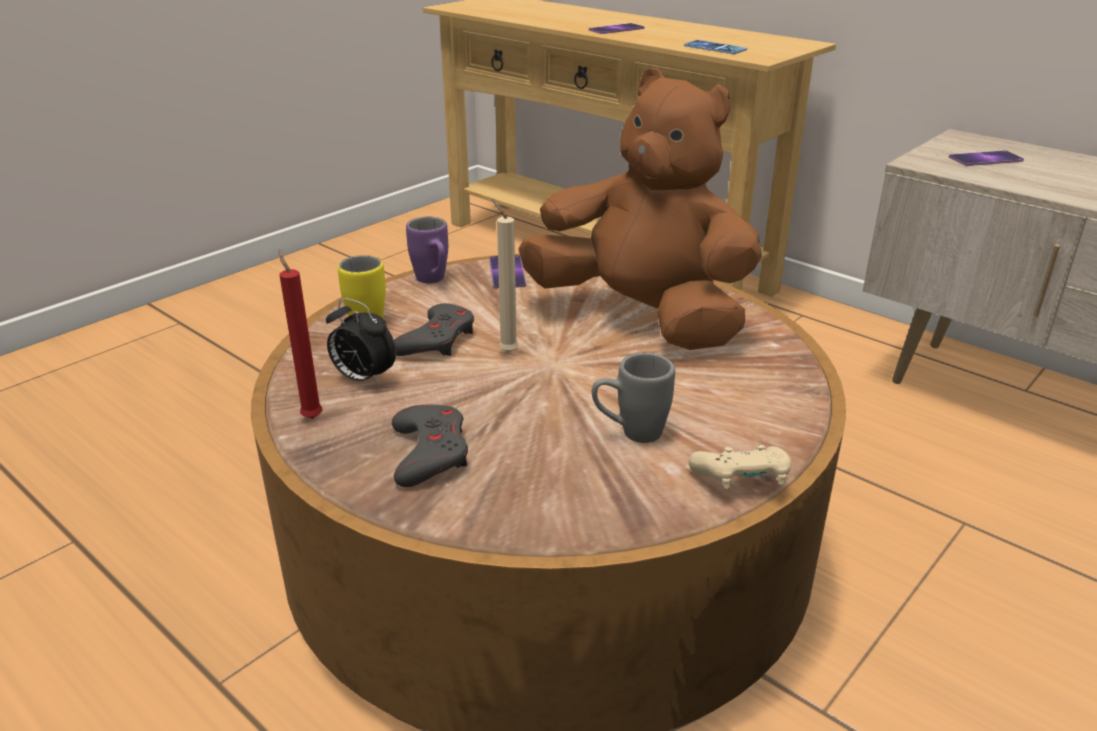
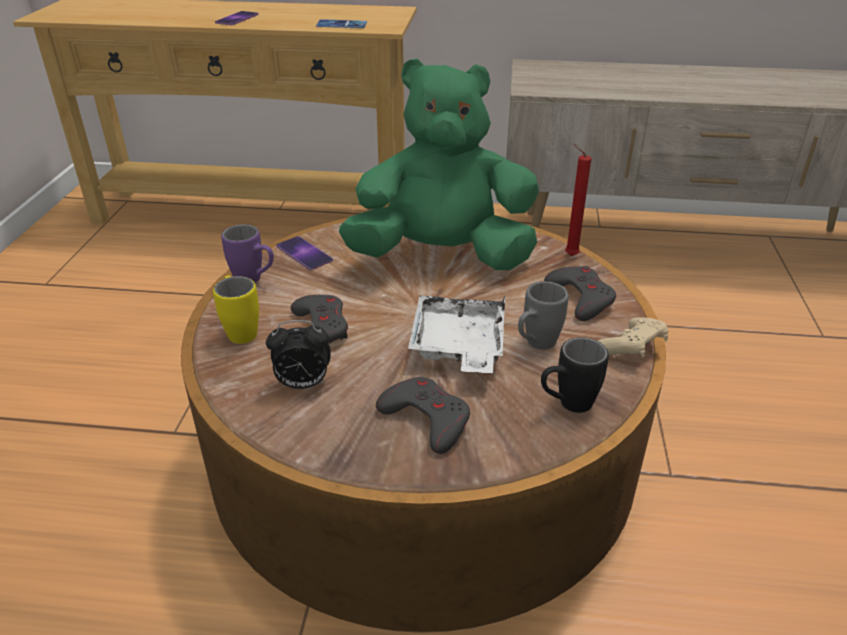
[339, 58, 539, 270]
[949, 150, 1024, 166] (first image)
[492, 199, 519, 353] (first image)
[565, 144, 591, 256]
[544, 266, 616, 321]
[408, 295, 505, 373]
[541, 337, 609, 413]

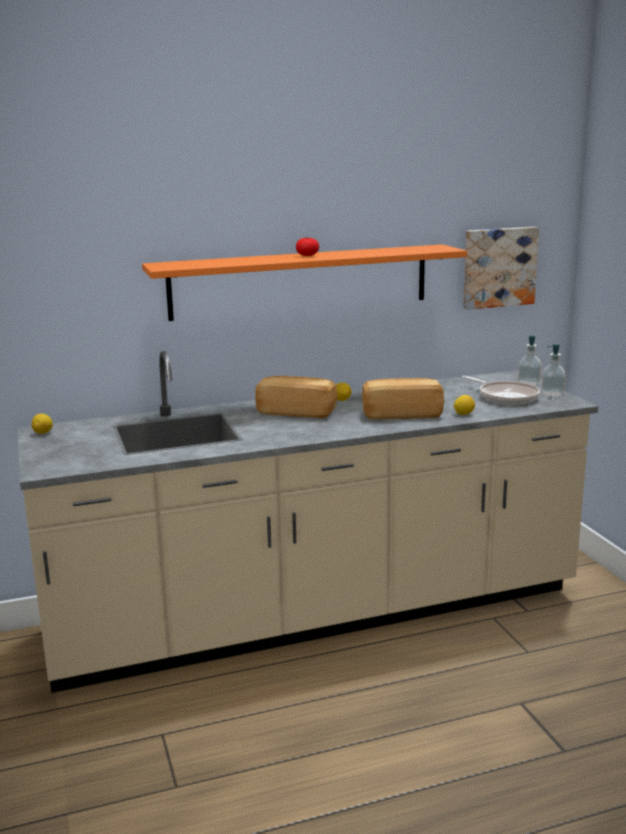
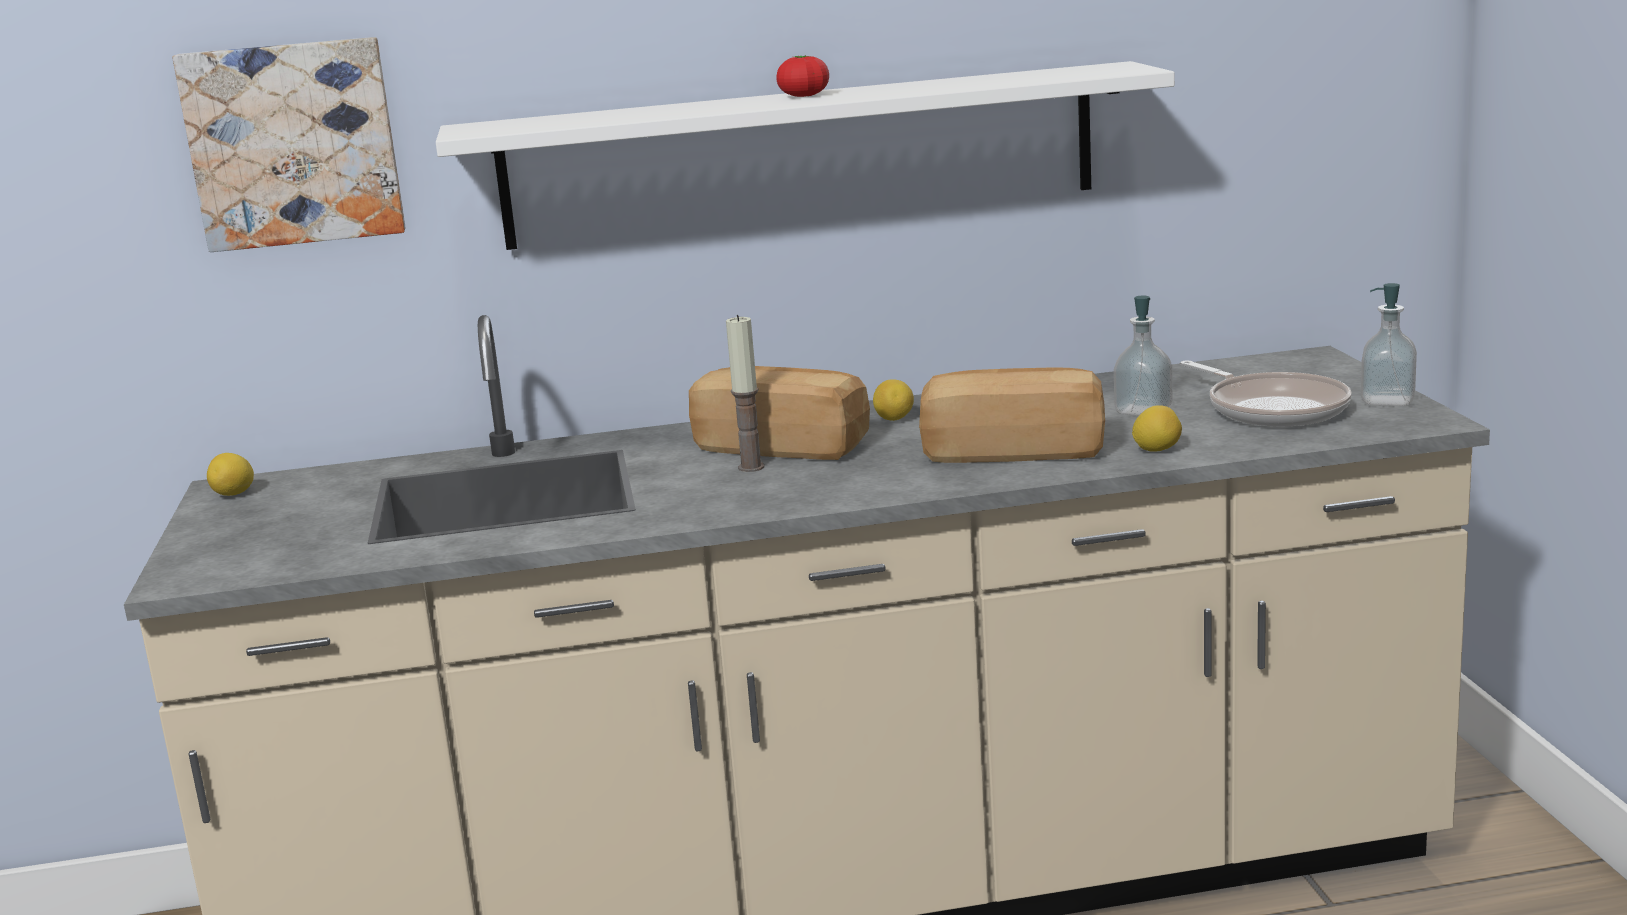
[173, 37, 405, 252]
[436, 61, 1175, 250]
[1114, 296, 1172, 416]
[726, 315, 765, 472]

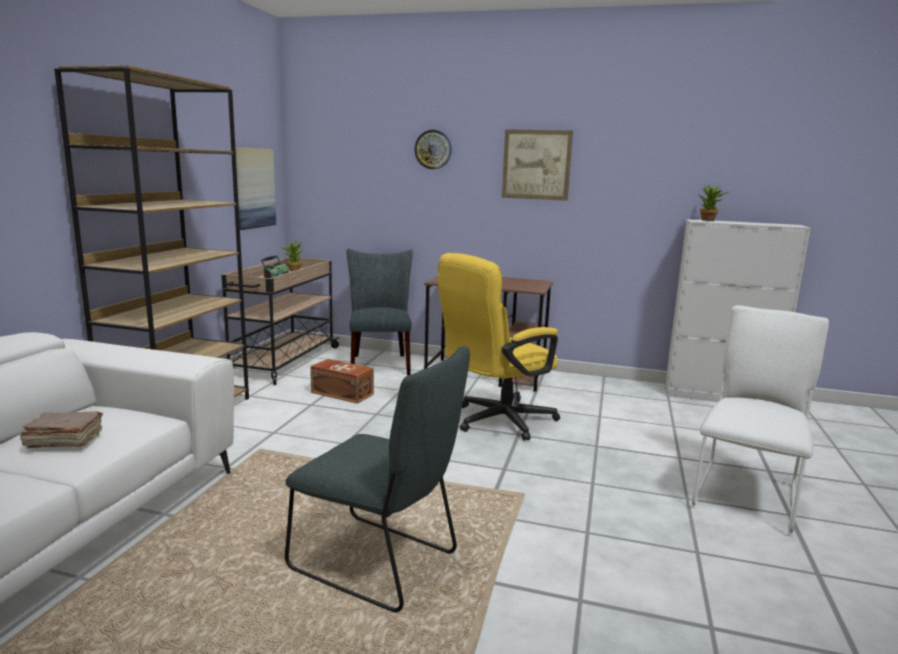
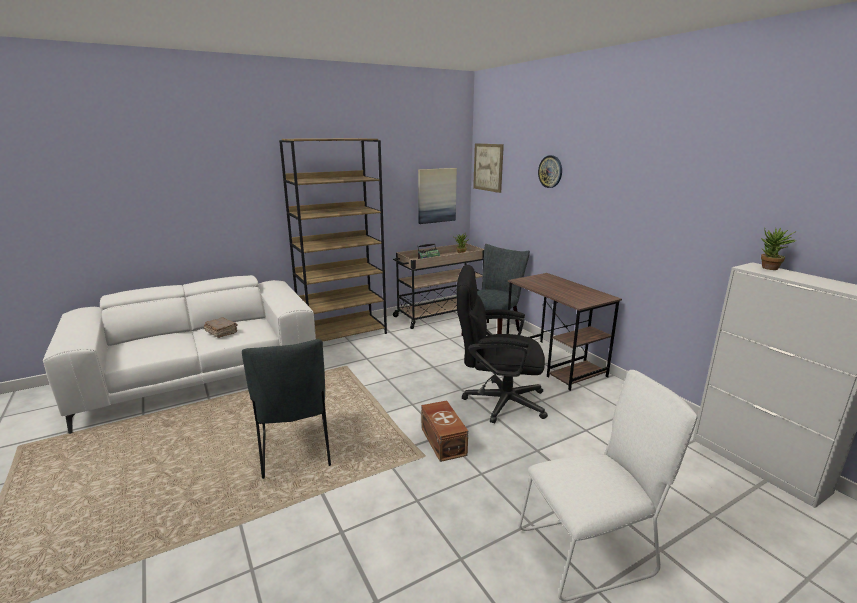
[473, 143, 504, 193]
[457, 265, 548, 423]
[421, 400, 468, 462]

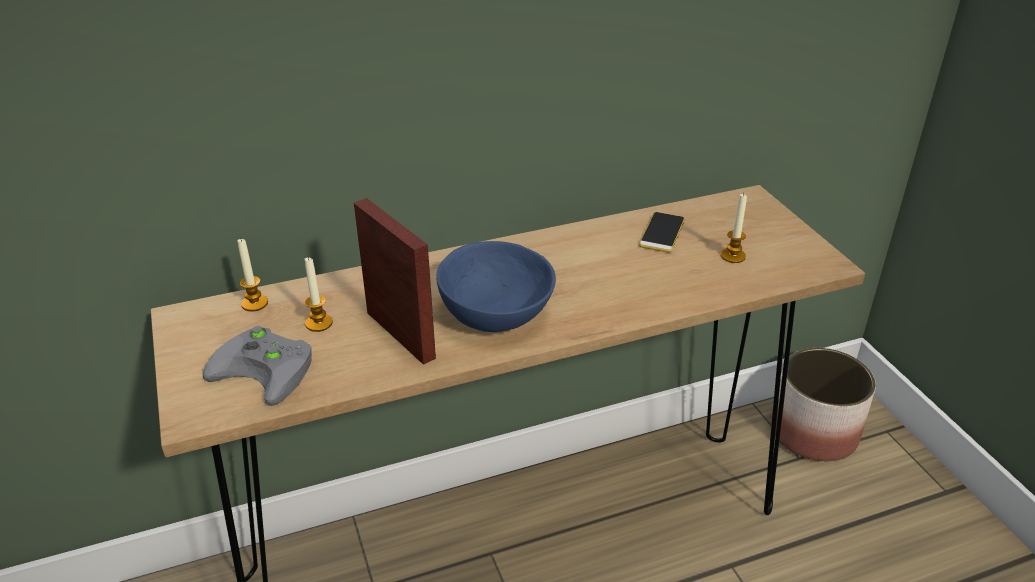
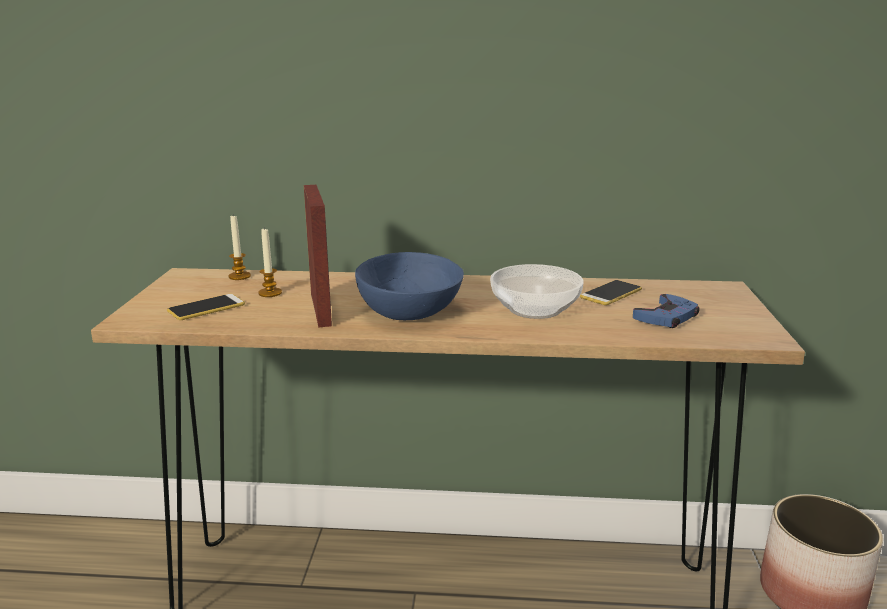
[633, 294, 700, 328]
[167, 294, 245, 320]
[490, 264, 584, 319]

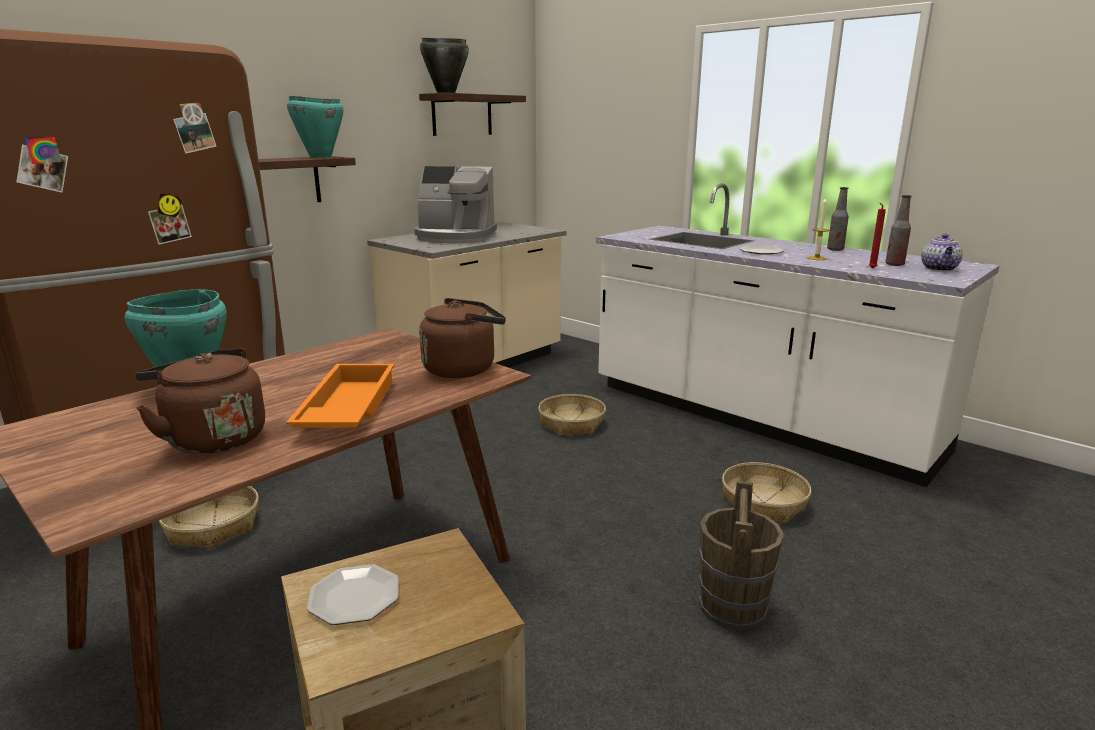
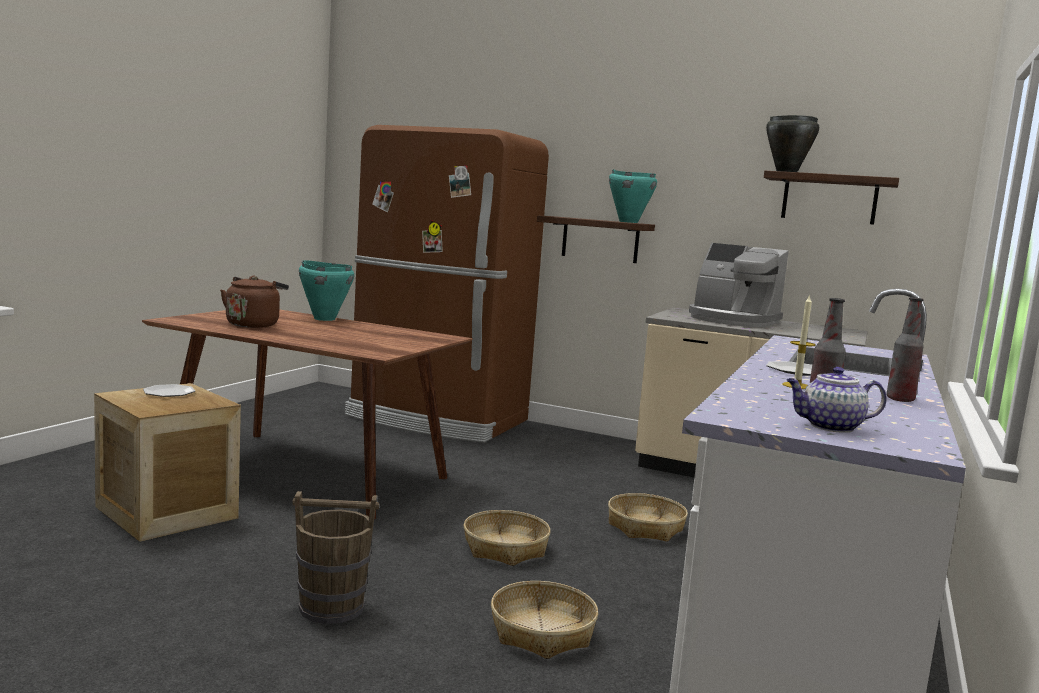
[689, 243, 789, 327]
[869, 203, 886, 269] (first image)
[419, 298, 506, 378] (first image)
[286, 364, 395, 428] (first image)
[464, 510, 551, 566]

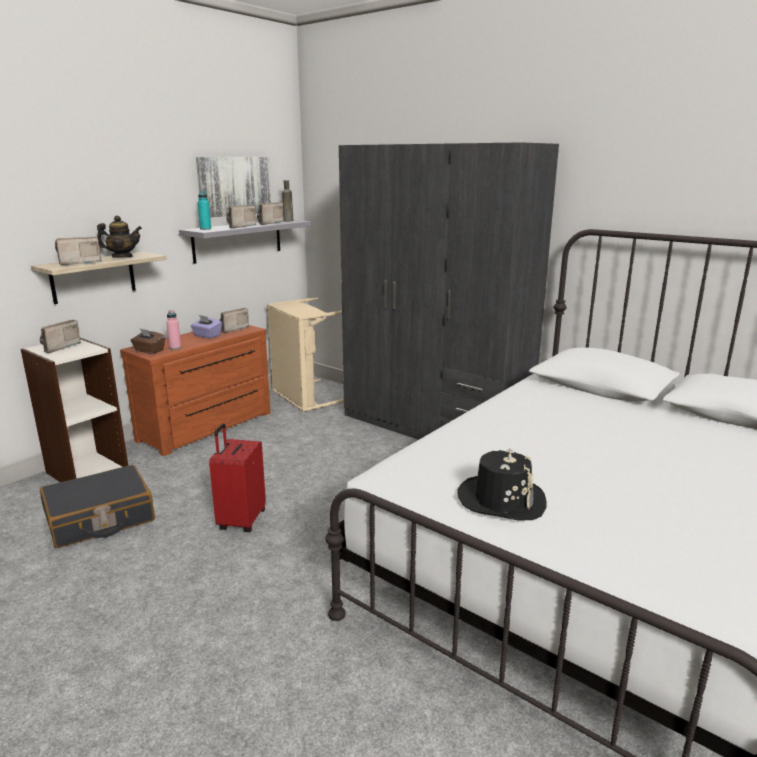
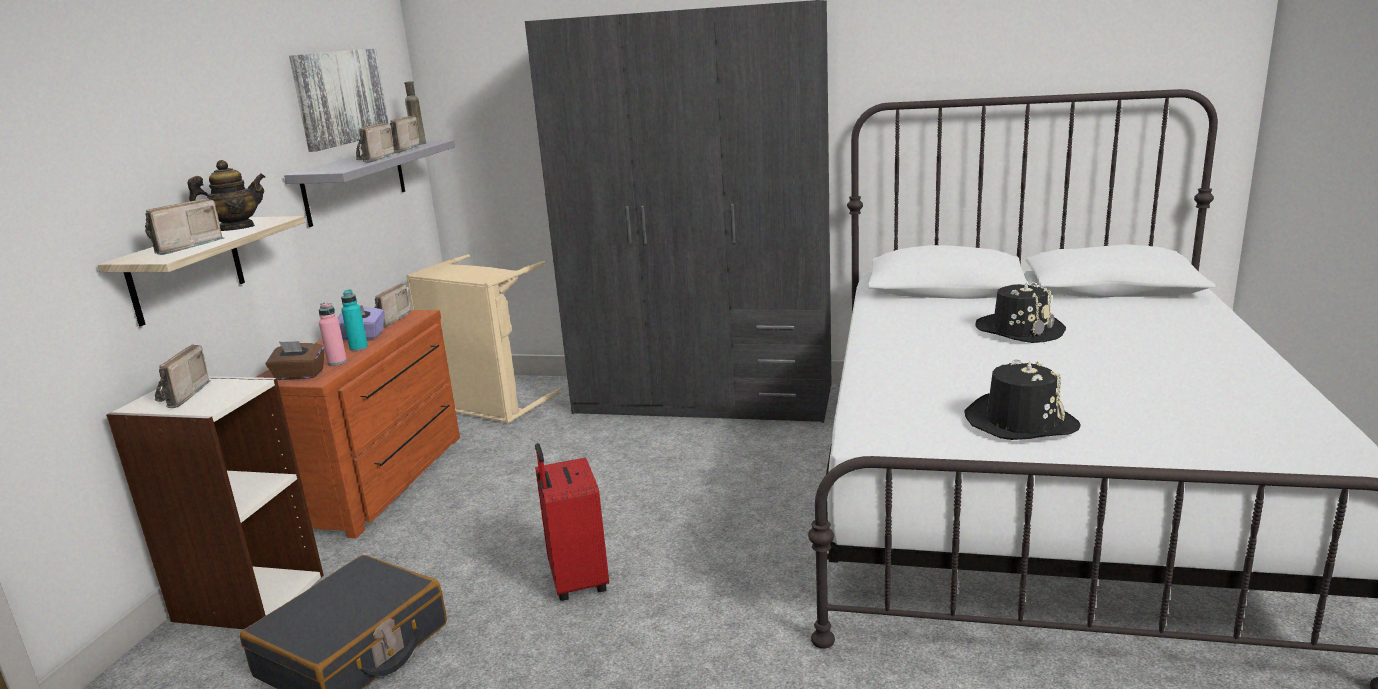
[341, 289, 368, 351]
[975, 282, 1066, 343]

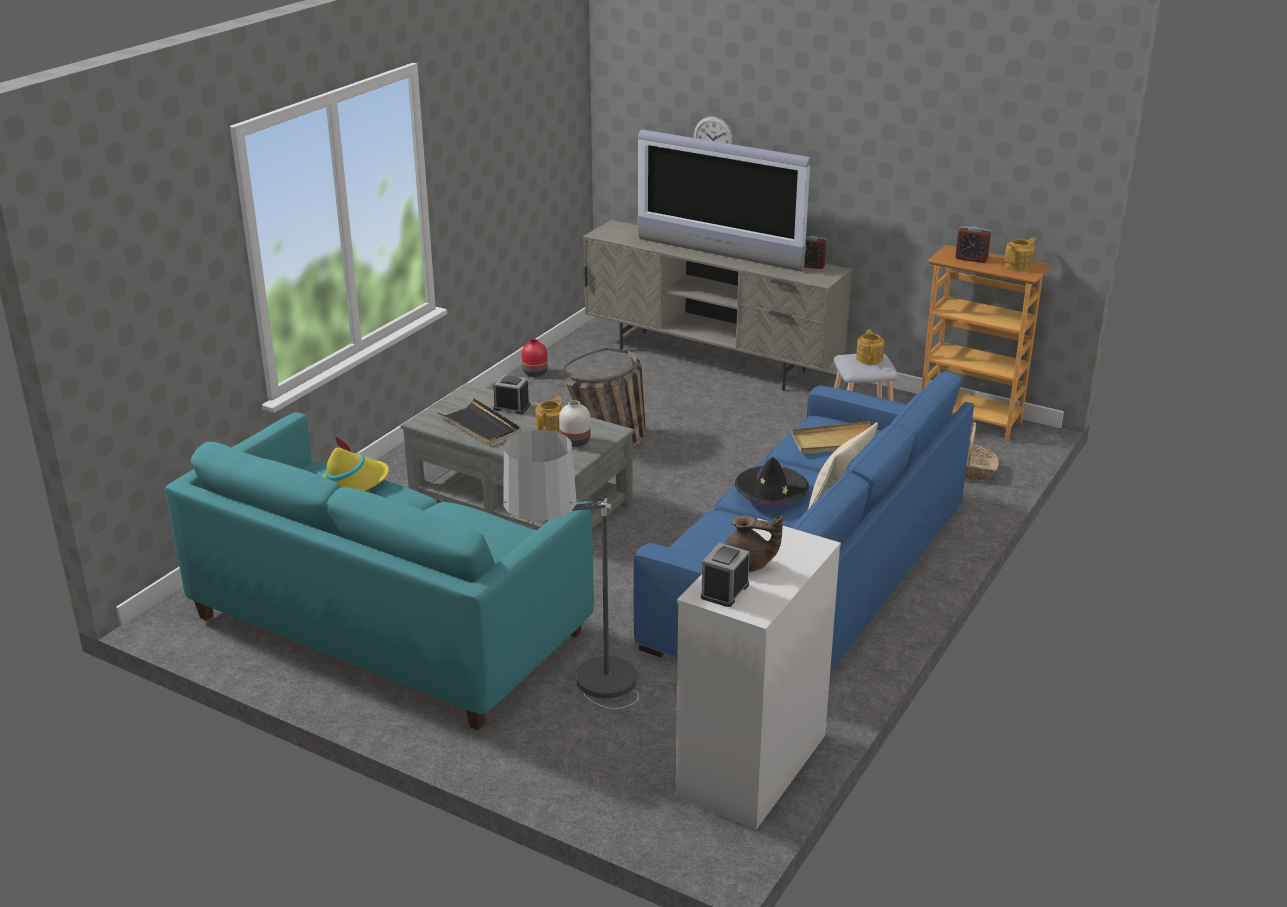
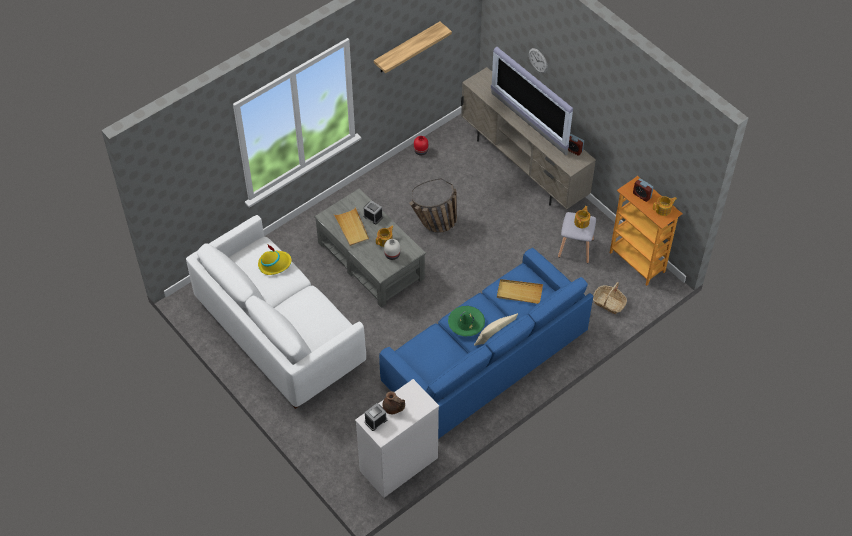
[334, 207, 369, 246]
[186, 215, 366, 409]
[503, 430, 639, 709] (first image)
[448, 306, 485, 337]
[374, 22, 452, 73]

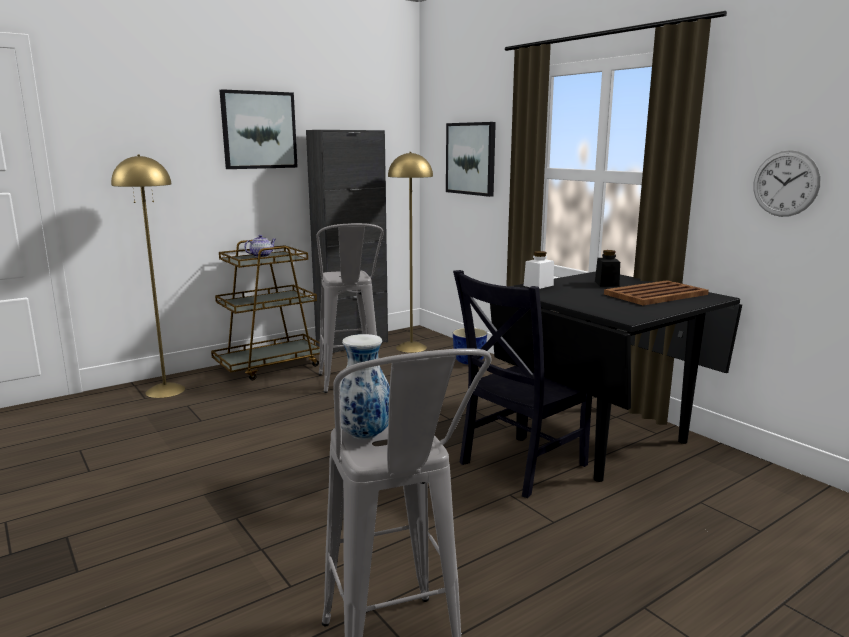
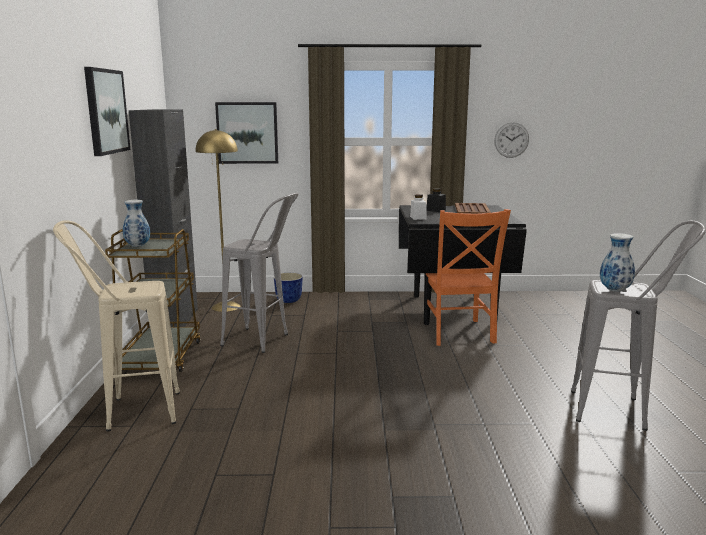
[53, 220, 180, 431]
[123, 200, 150, 247]
[426, 209, 511, 346]

